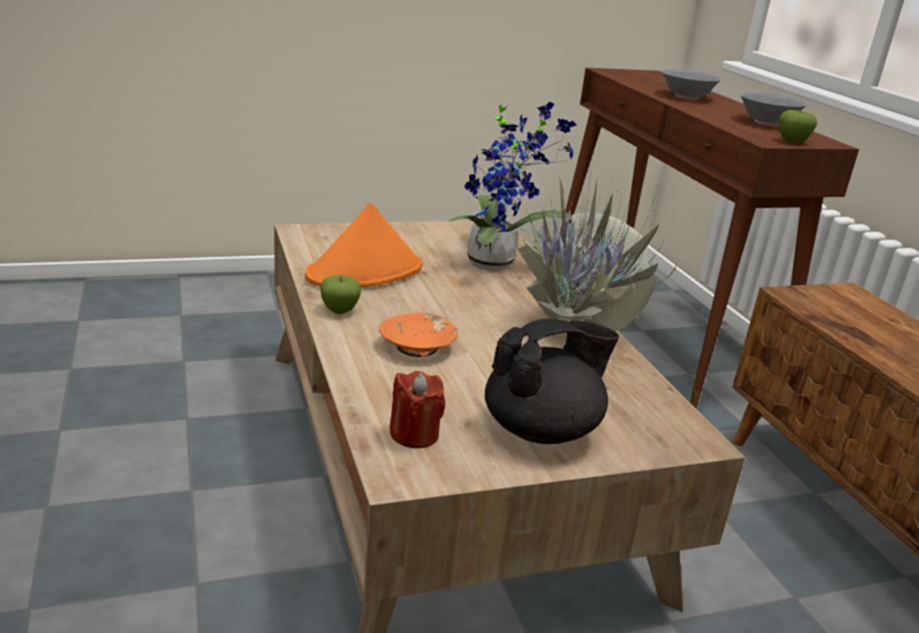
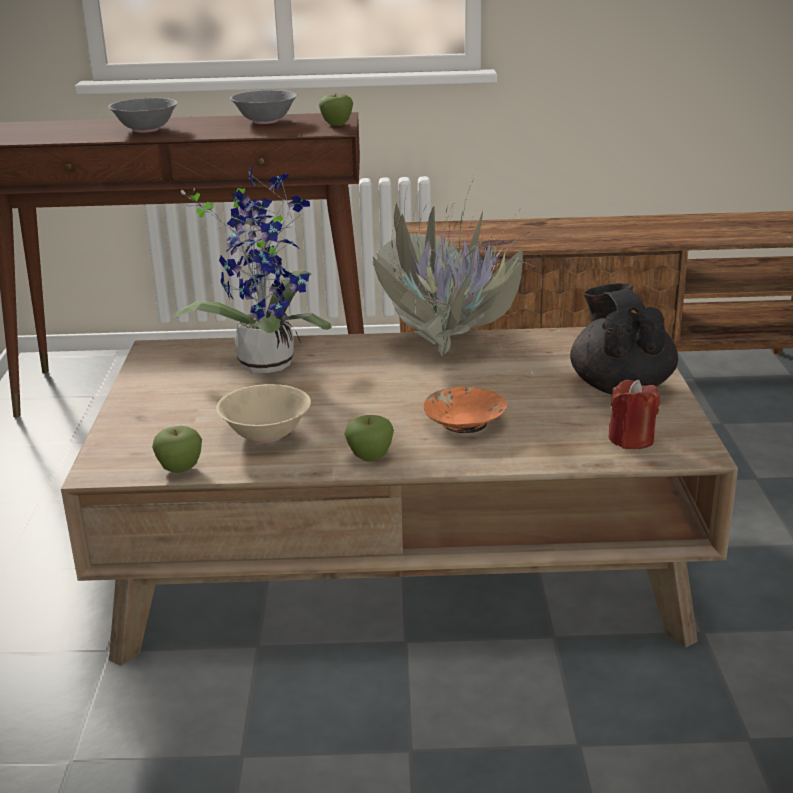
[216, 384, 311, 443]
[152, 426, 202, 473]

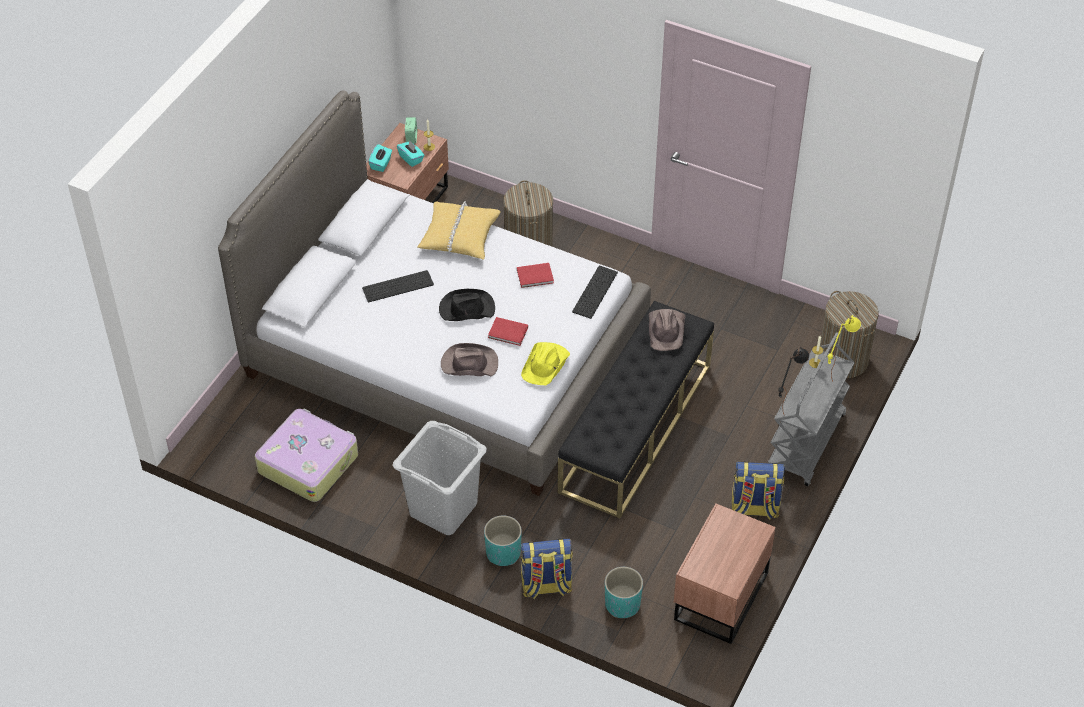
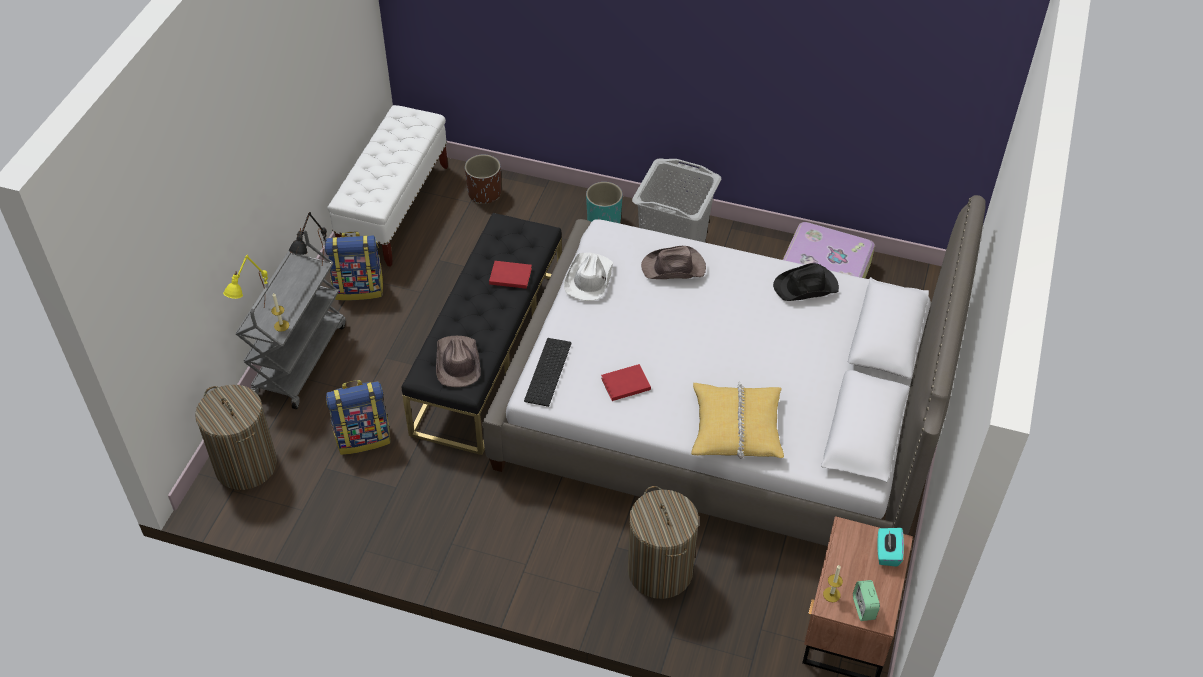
[397, 141, 424, 167] (first image)
[362, 270, 434, 302] (first image)
[773, 263, 839, 301]
[489, 261, 532, 289]
[564, 253, 614, 301]
[327, 105, 448, 267]
[326, 380, 391, 455]
[465, 155, 501, 204]

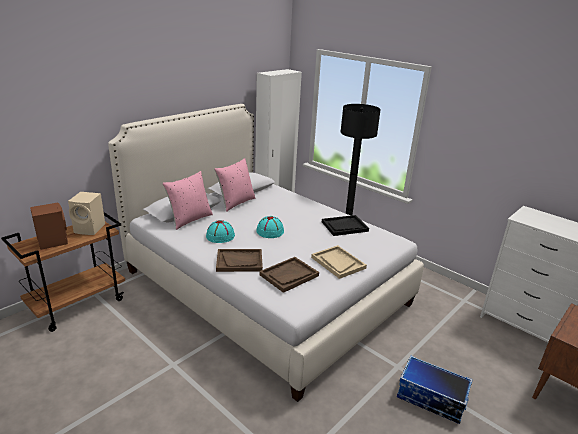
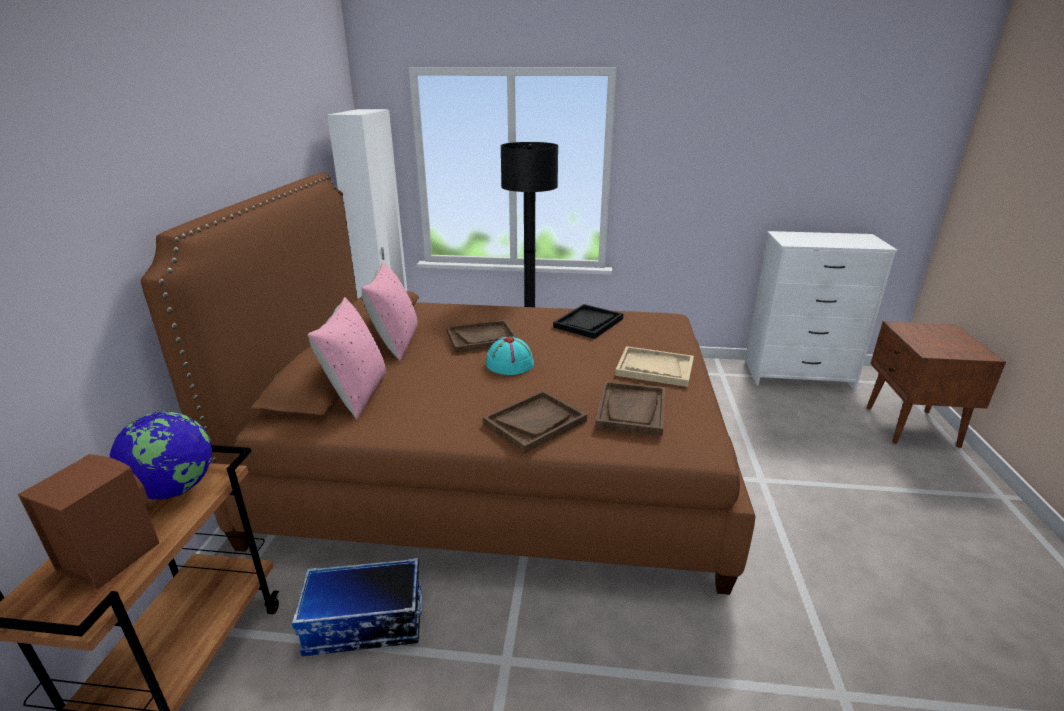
[141, 173, 755, 595]
[110, 411, 212, 500]
[206, 220, 235, 243] (first image)
[292, 558, 423, 656]
[446, 320, 518, 353]

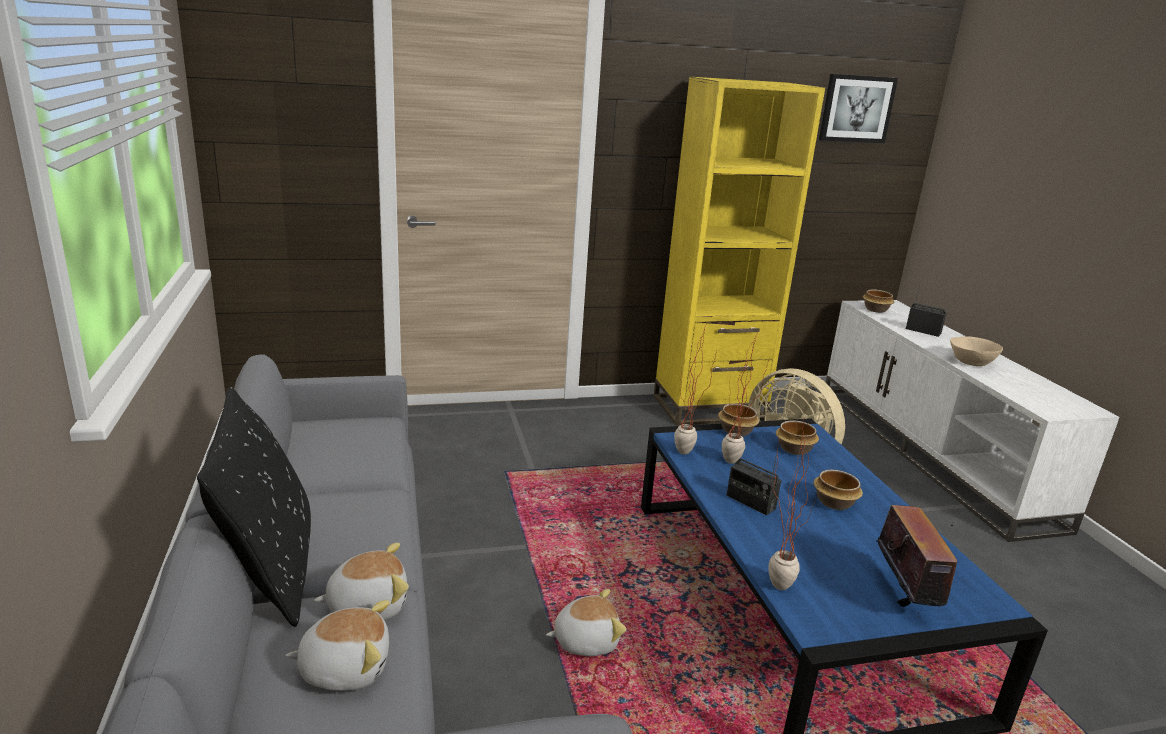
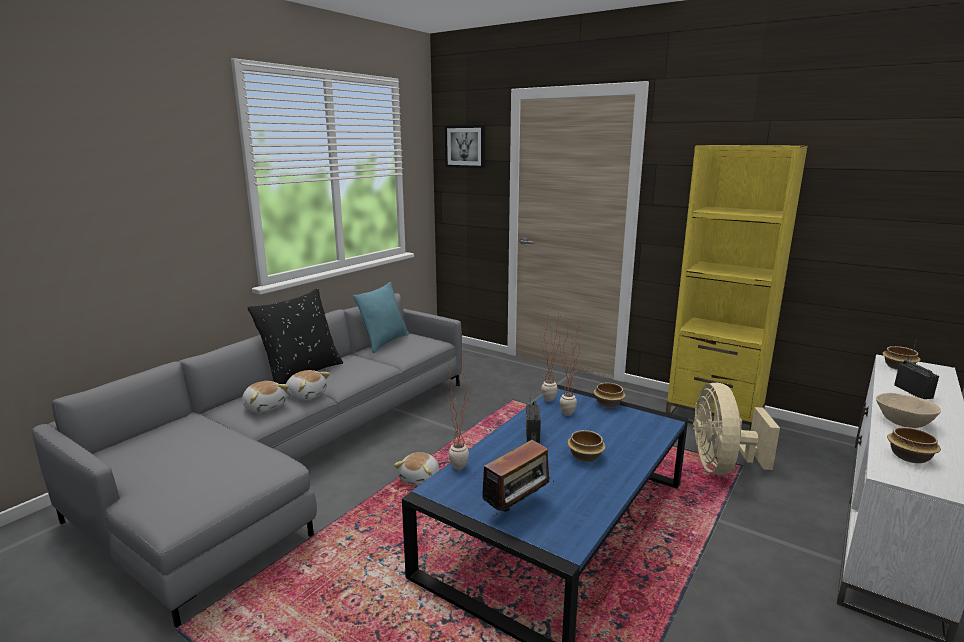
[445, 125, 485, 169]
[887, 427, 941, 463]
[394, 452, 439, 486]
[353, 282, 409, 353]

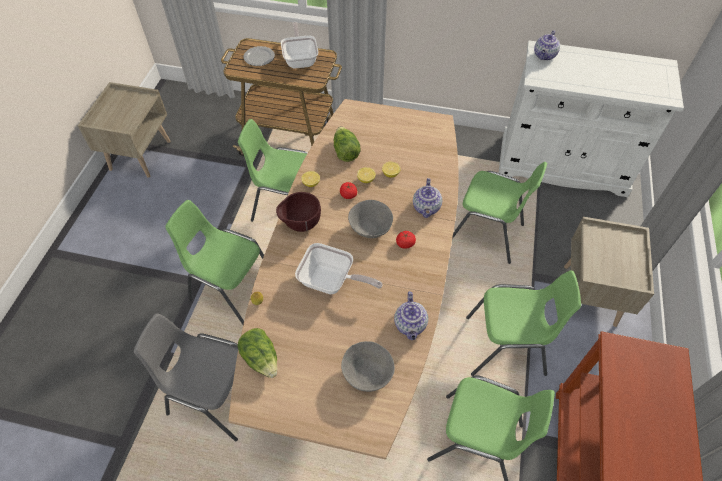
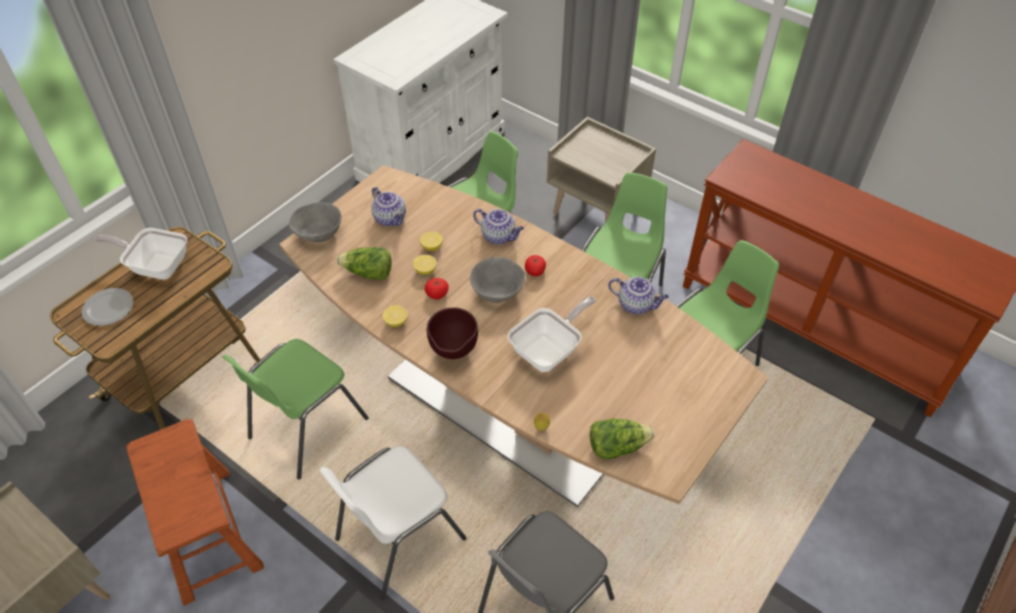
[371, 187, 406, 226]
[319, 446, 467, 600]
[289, 202, 342, 242]
[126, 419, 264, 606]

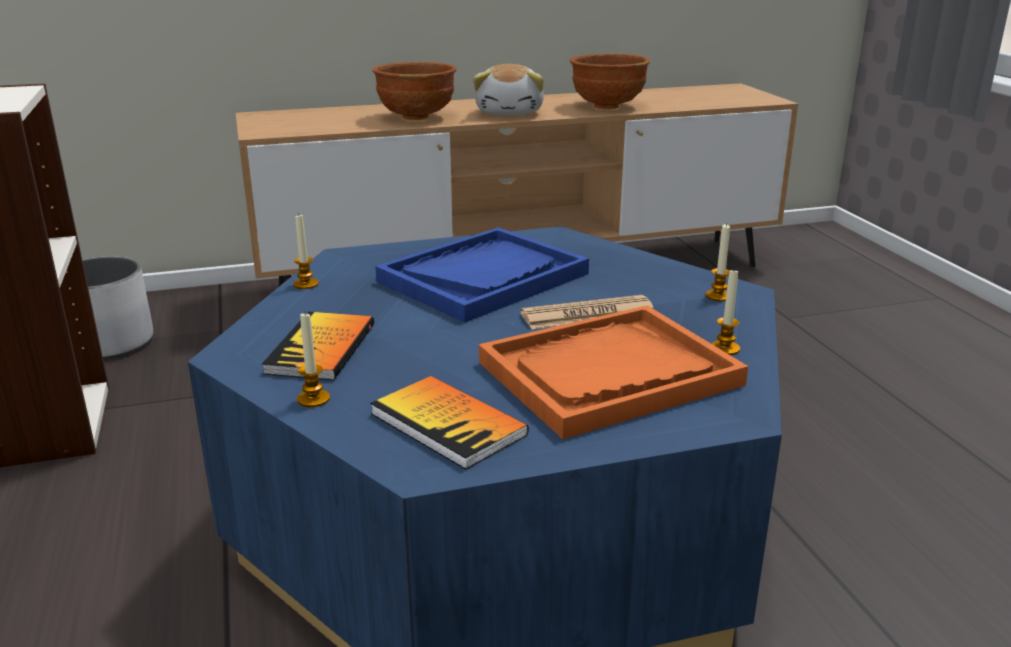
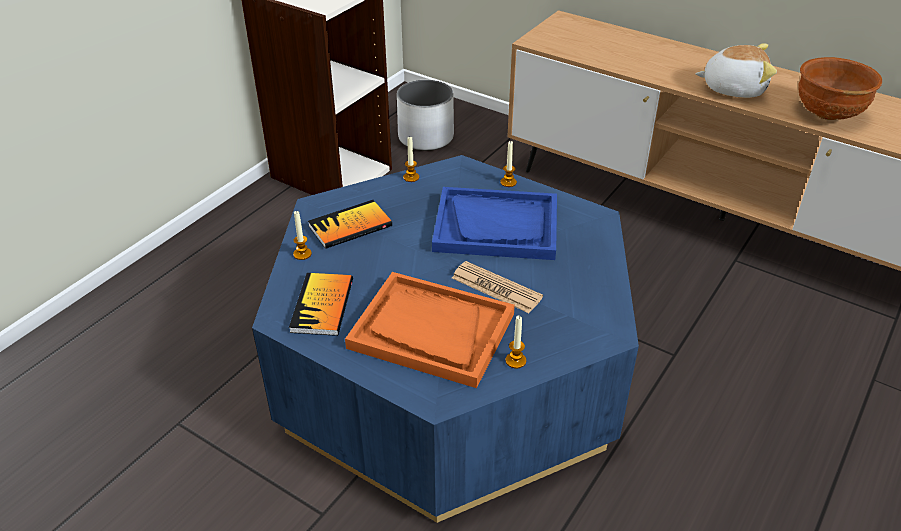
[372, 62, 456, 120] (first image)
[695, 44, 777, 98]
[500, 141, 517, 187]

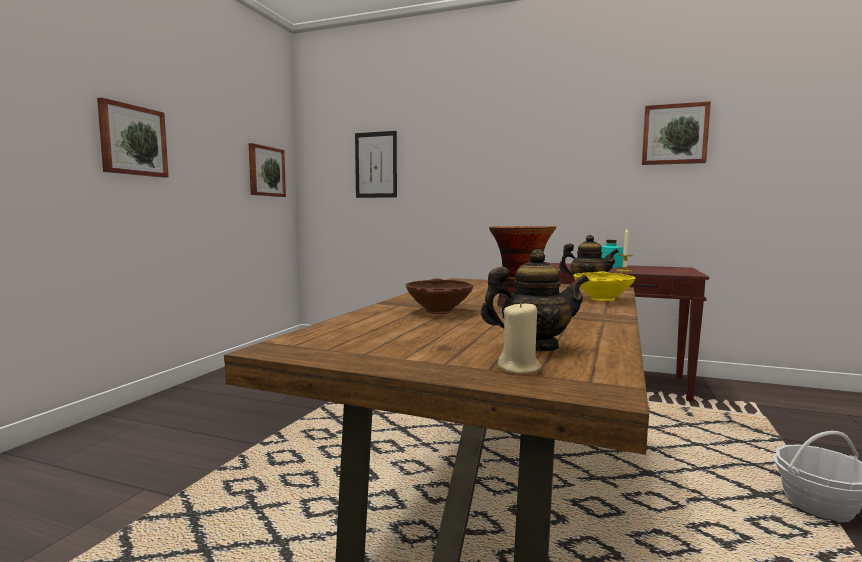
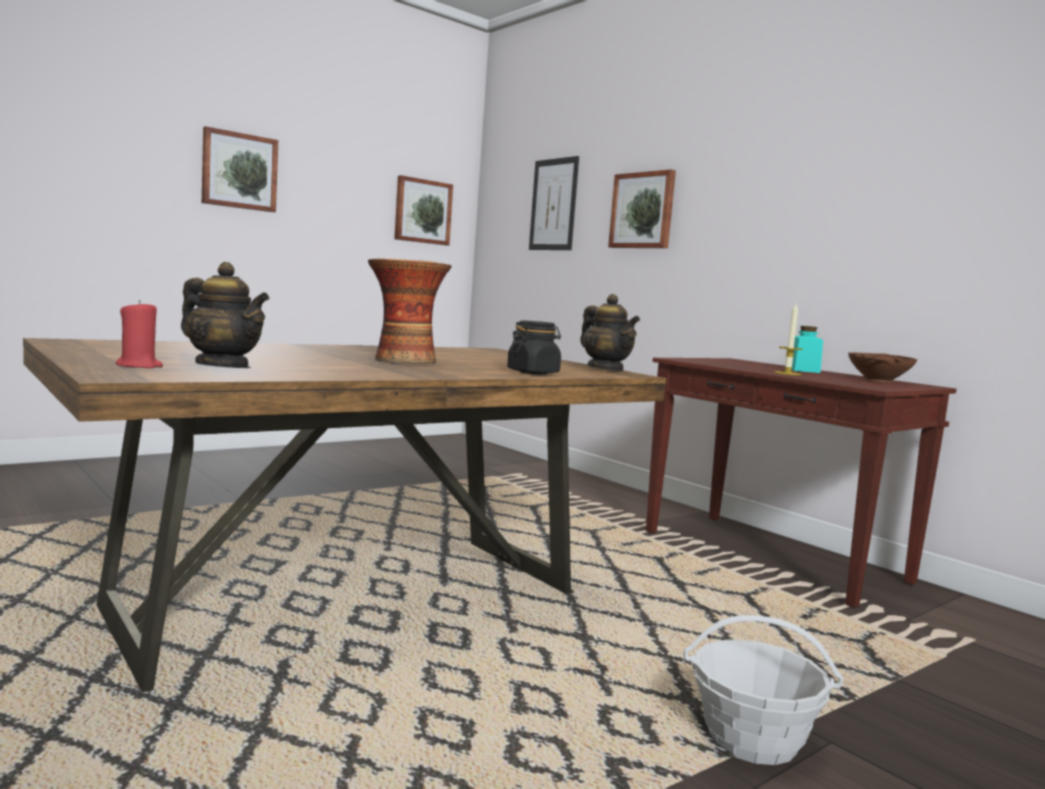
[608, 169, 676, 248]
[507, 321, 561, 374]
[848, 353, 917, 383]
[116, 300, 163, 368]

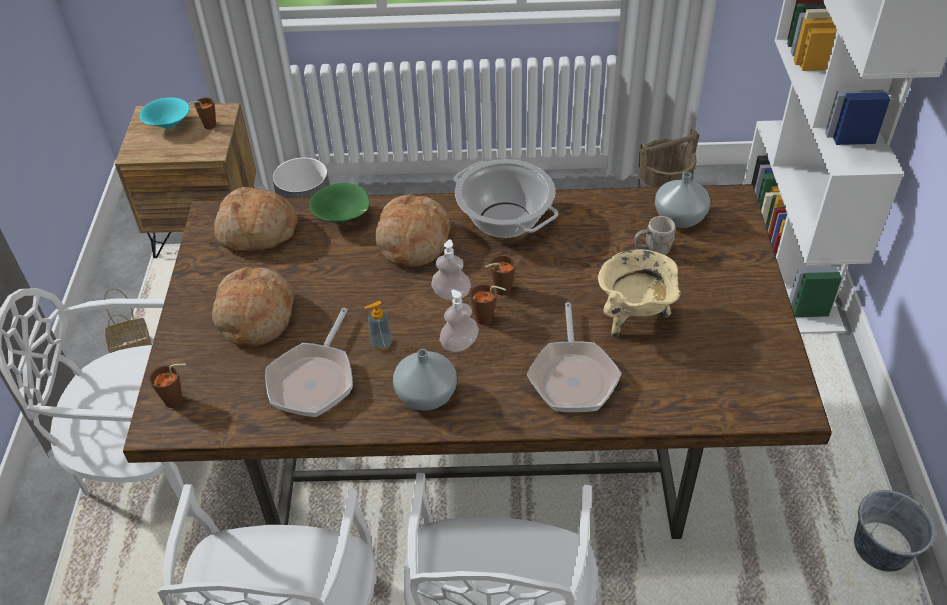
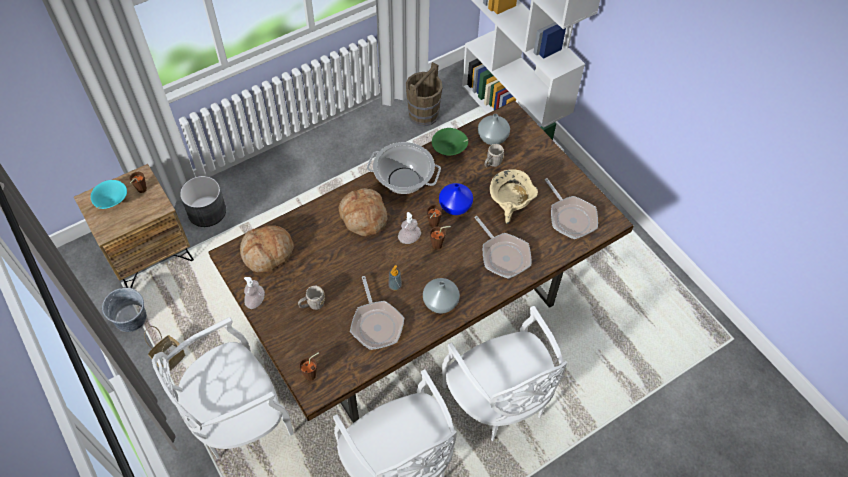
[432, 128, 468, 156]
[298, 286, 325, 310]
[244, 277, 265, 309]
[102, 287, 147, 332]
[545, 178, 598, 239]
[439, 183, 473, 215]

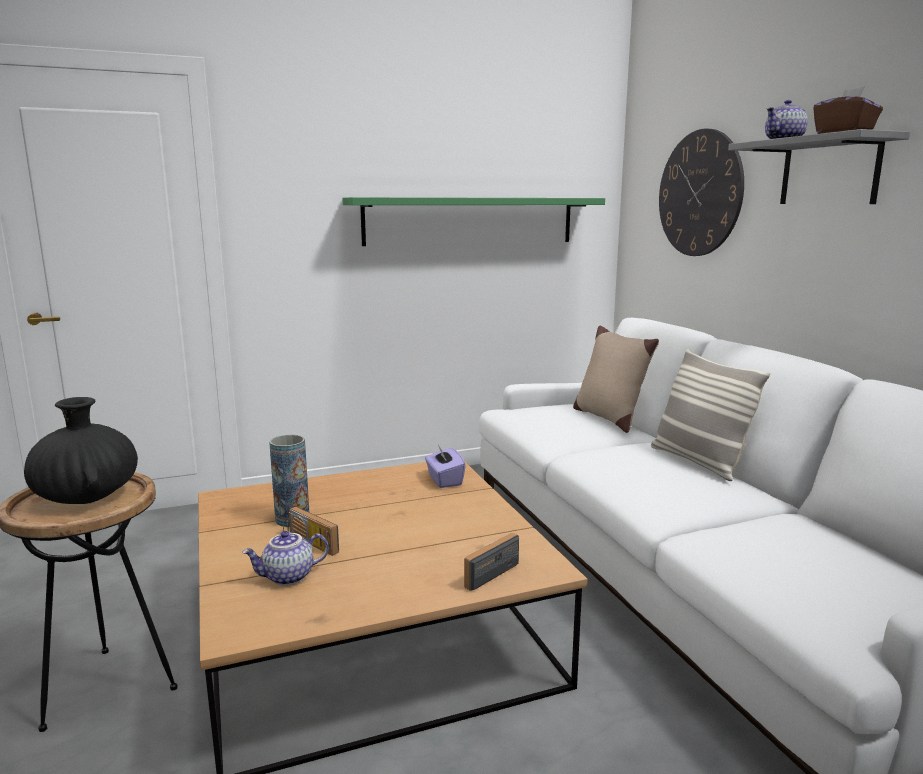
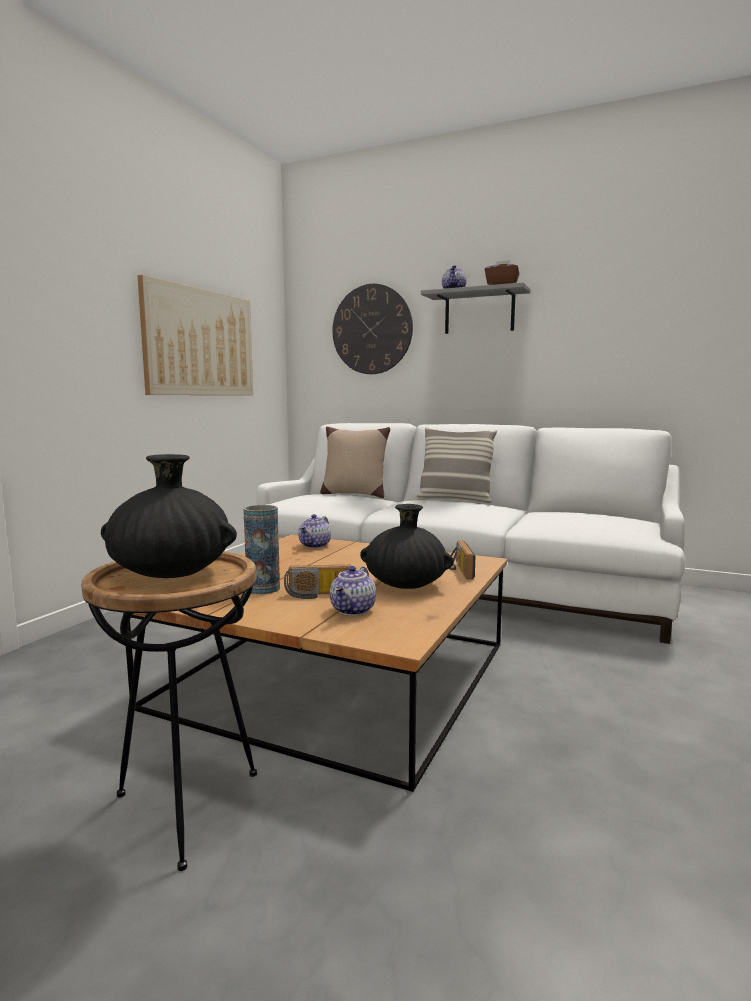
[137, 275, 253, 395]
[298, 514, 331, 548]
[360, 504, 454, 589]

